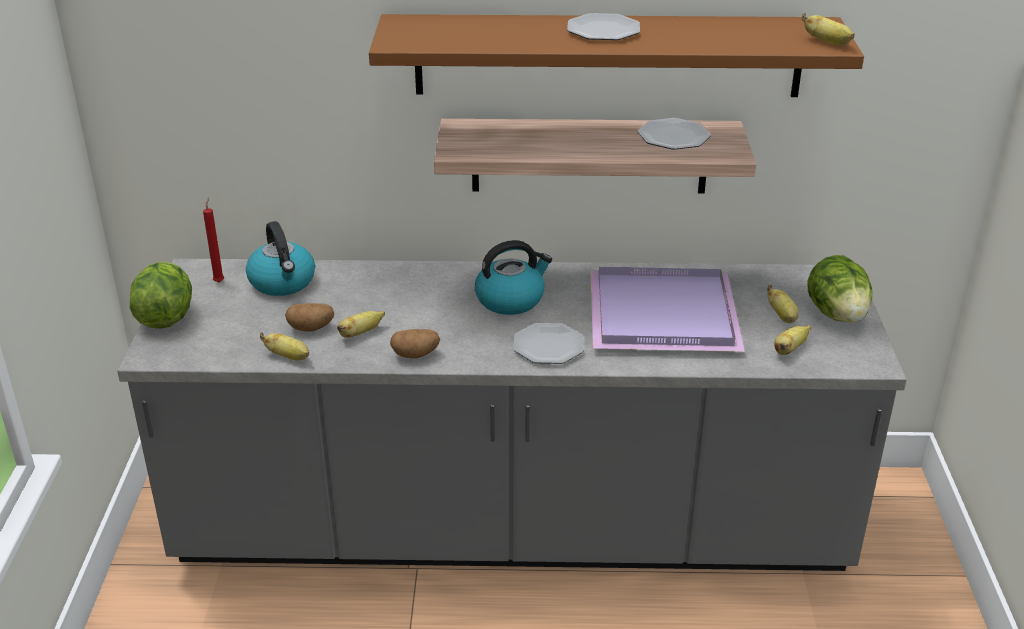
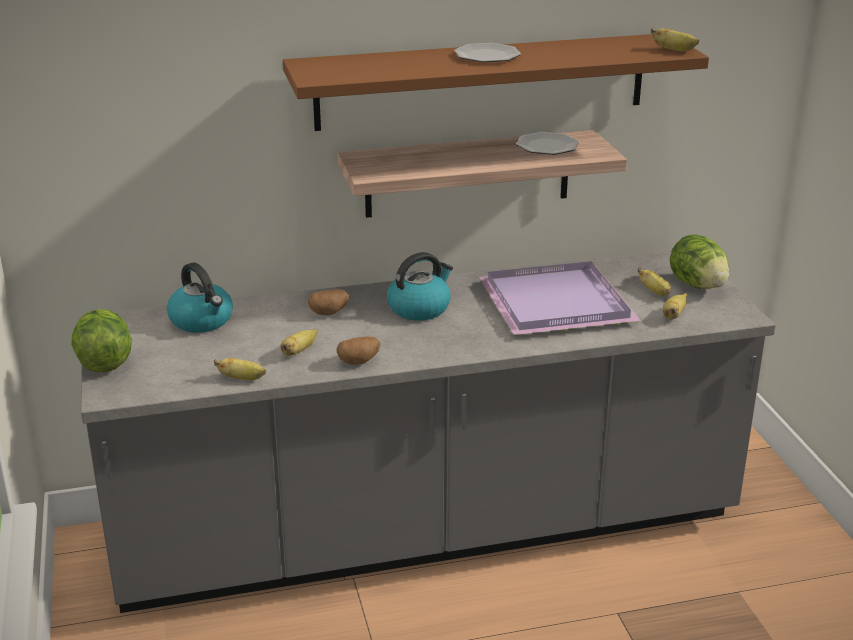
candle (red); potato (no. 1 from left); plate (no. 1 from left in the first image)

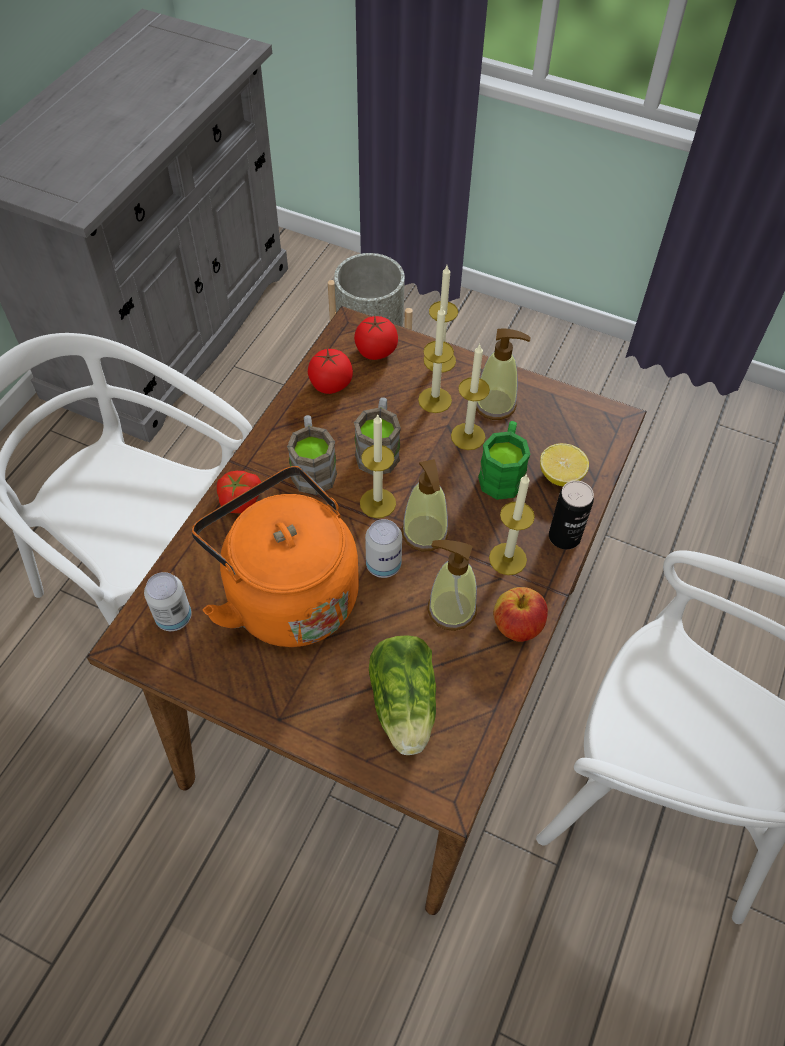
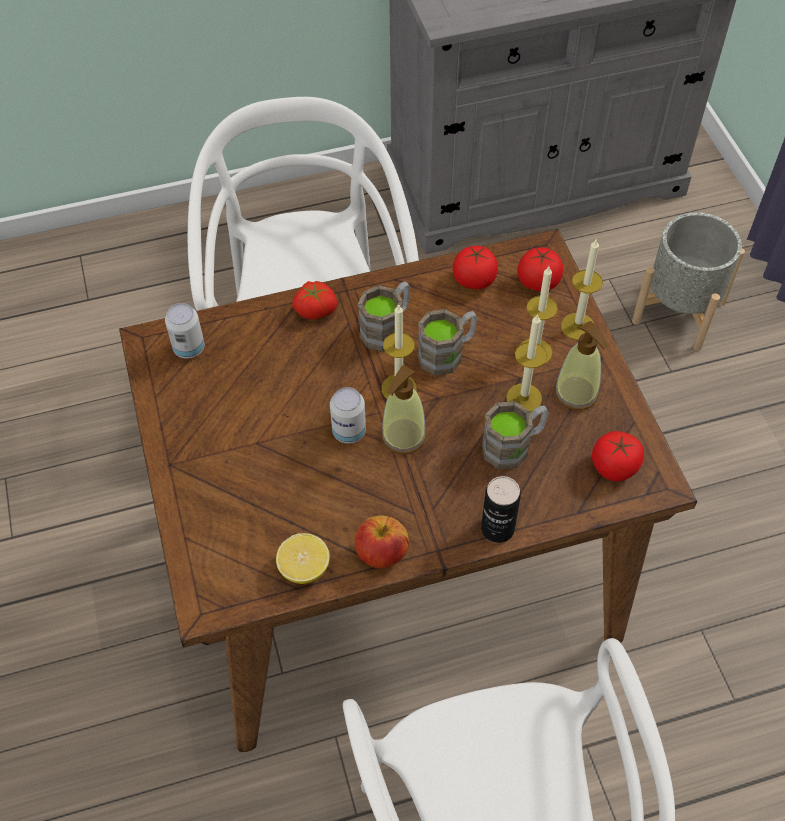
kettle (orange); lettuce; soap dispenser (no. 2 from left in the first image); mug (brown) (no. 3 from left); candle (no. 5 from left in the first image); lemon; tomato (no. 4 from left)

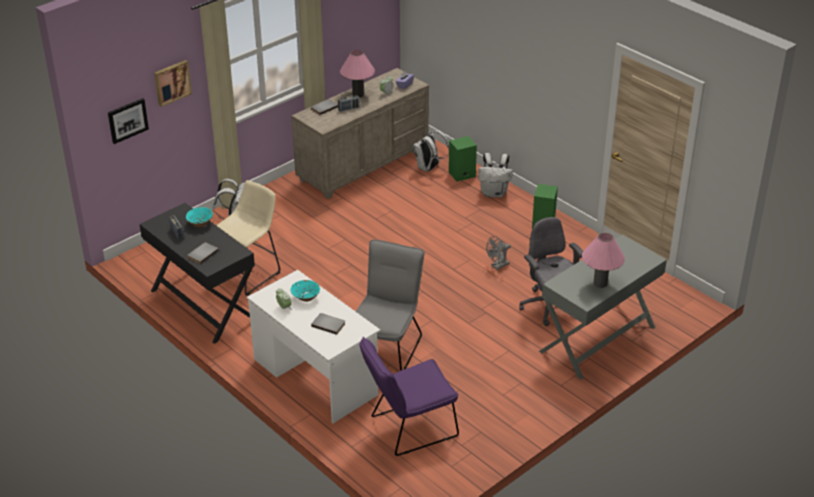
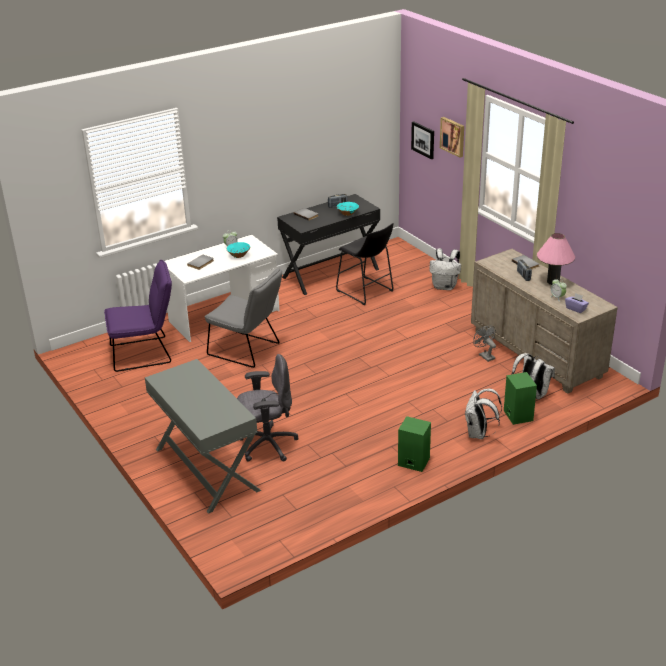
stool (black); chair (purple); fan (grey); table lamp (pink) (no. 2 from left in the first image)

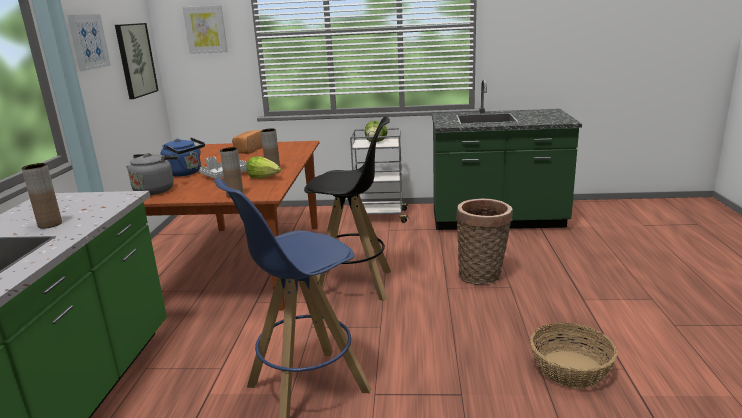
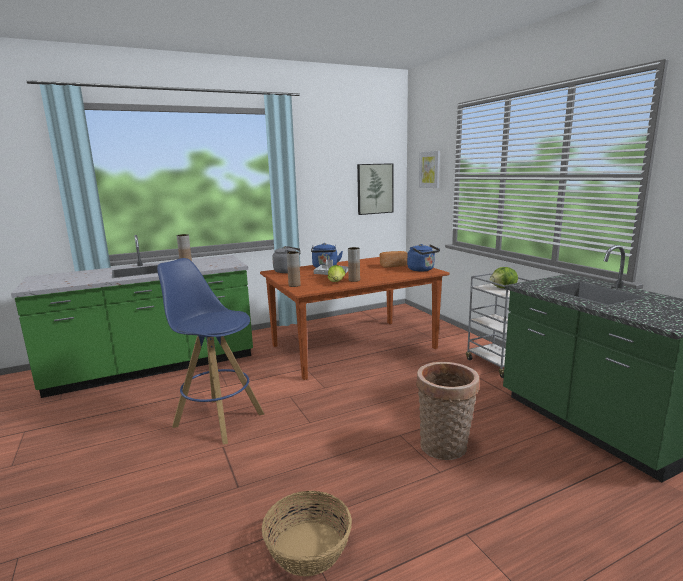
picture (no. 1 from left in the first image); stool (black); kettle (blue) (no. 2 from left)

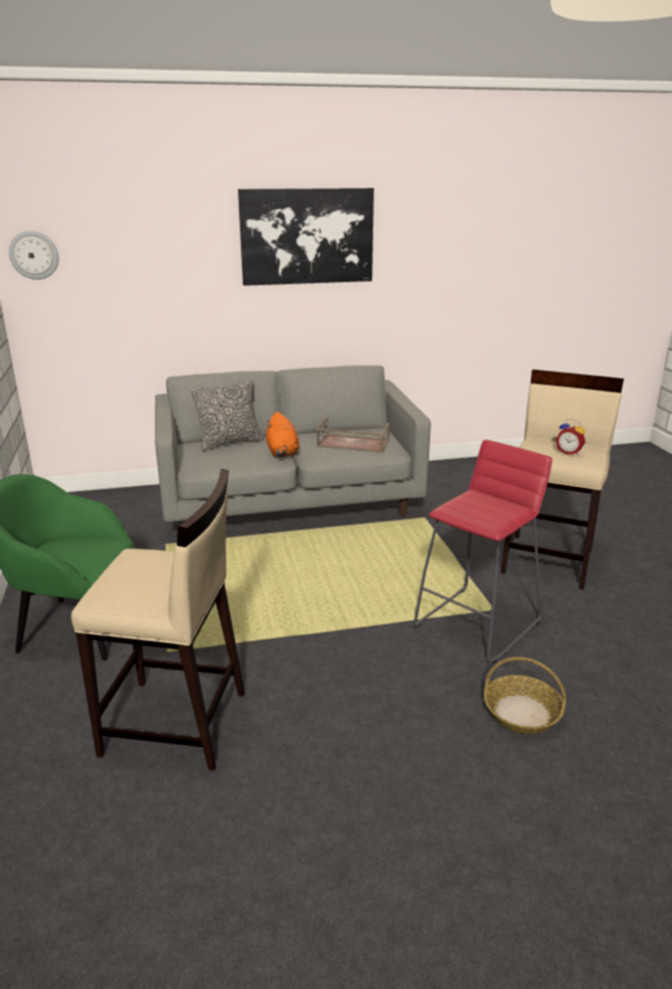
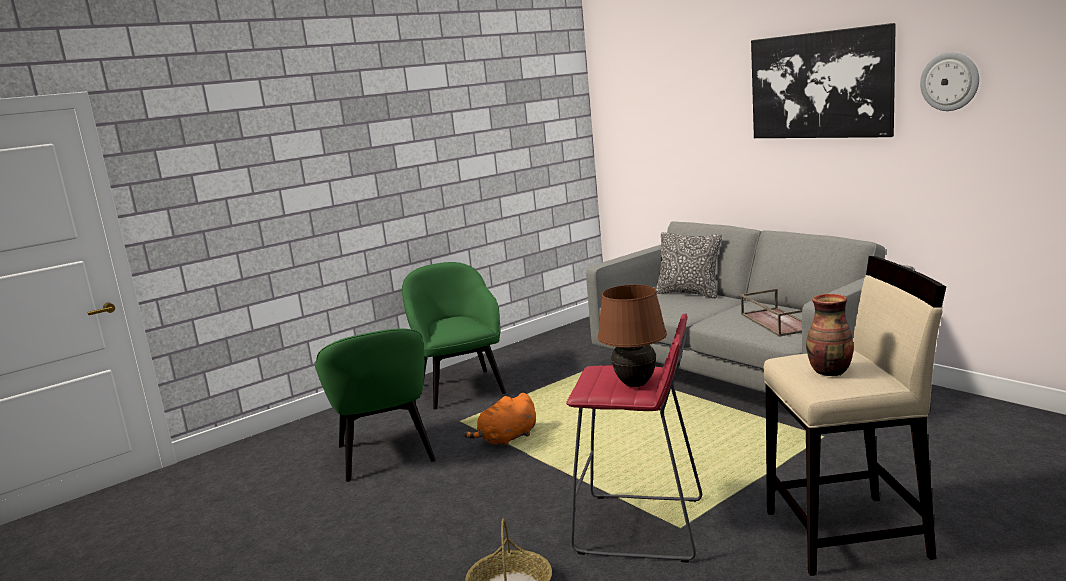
wall clock; armchair (green) (no. 1 from left); plush toy (orange); vase; table lamp (brown)

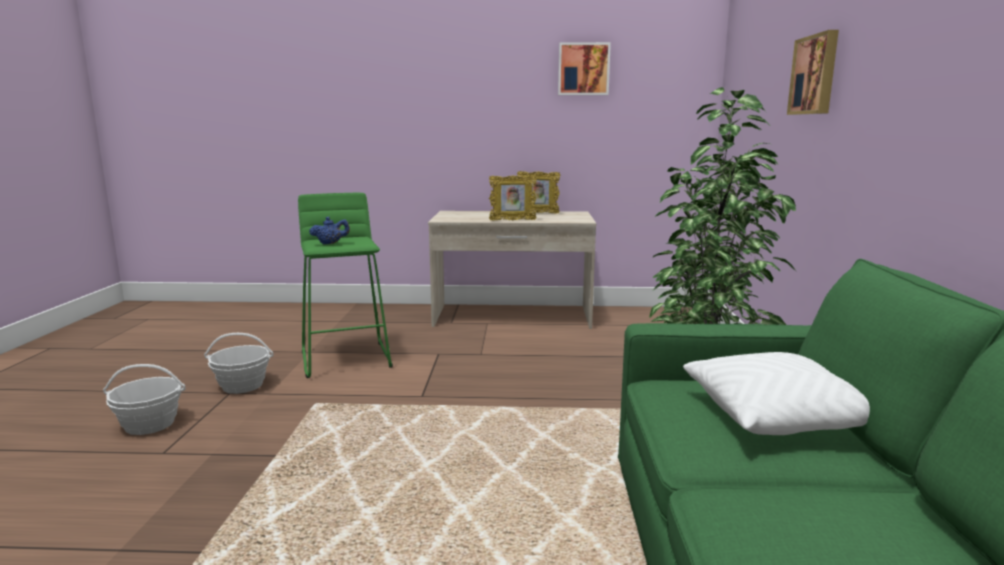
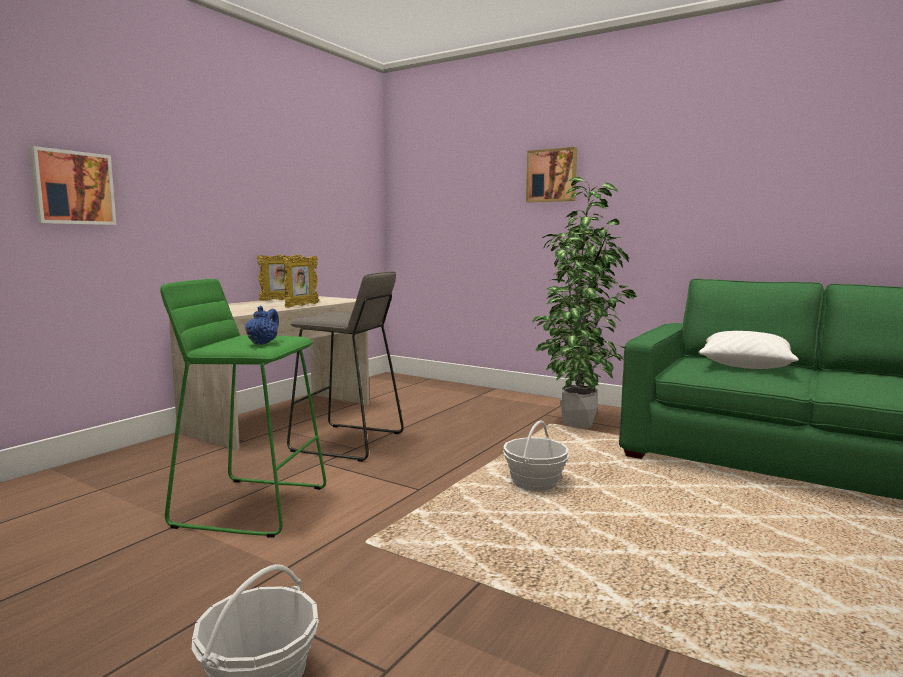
basket (no. 2 from left); picture (no. 1 from left); stool (grey)

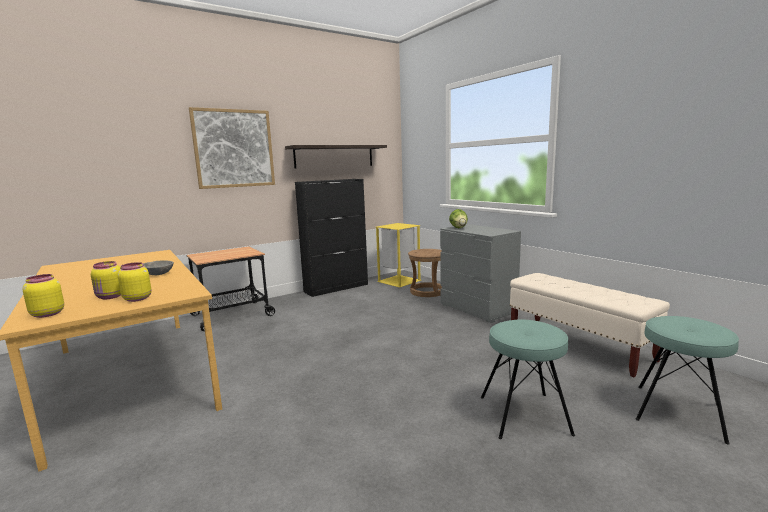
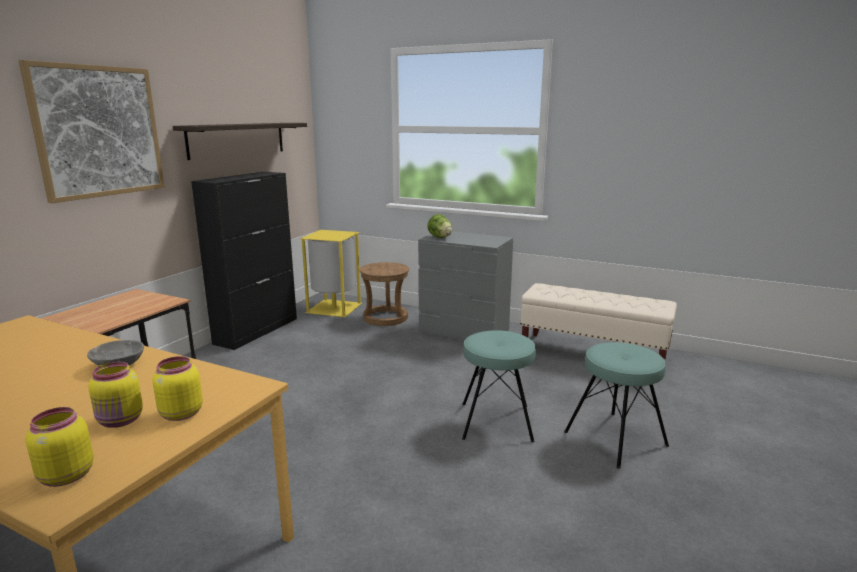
stool (turquoise) (no. 1 from left)

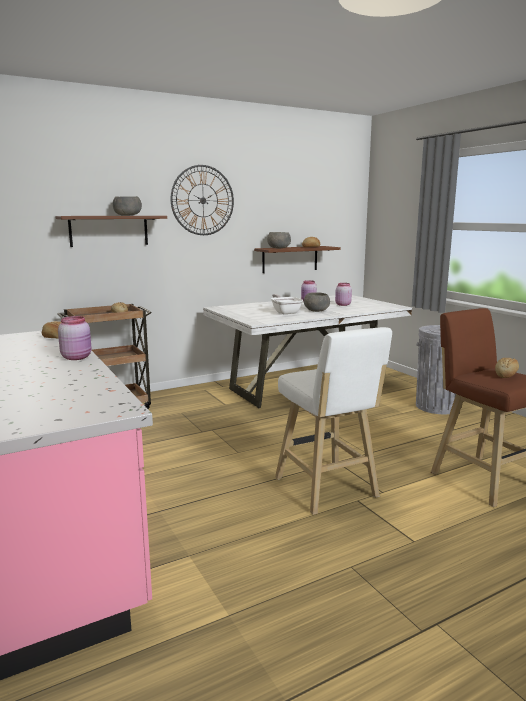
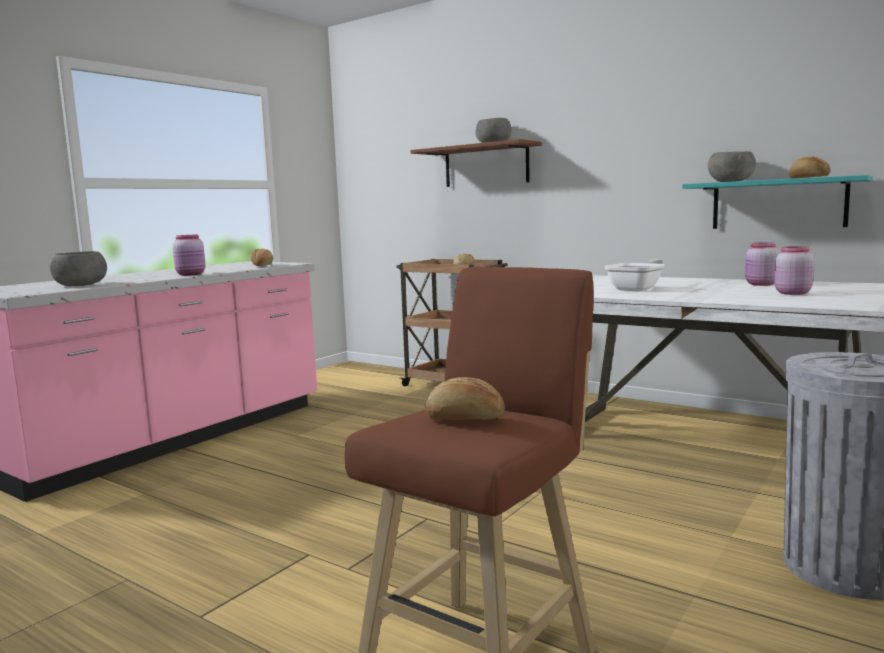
wall clock; shelf (turquoise); stool (white); bowl (grey) (no. 1 from left)

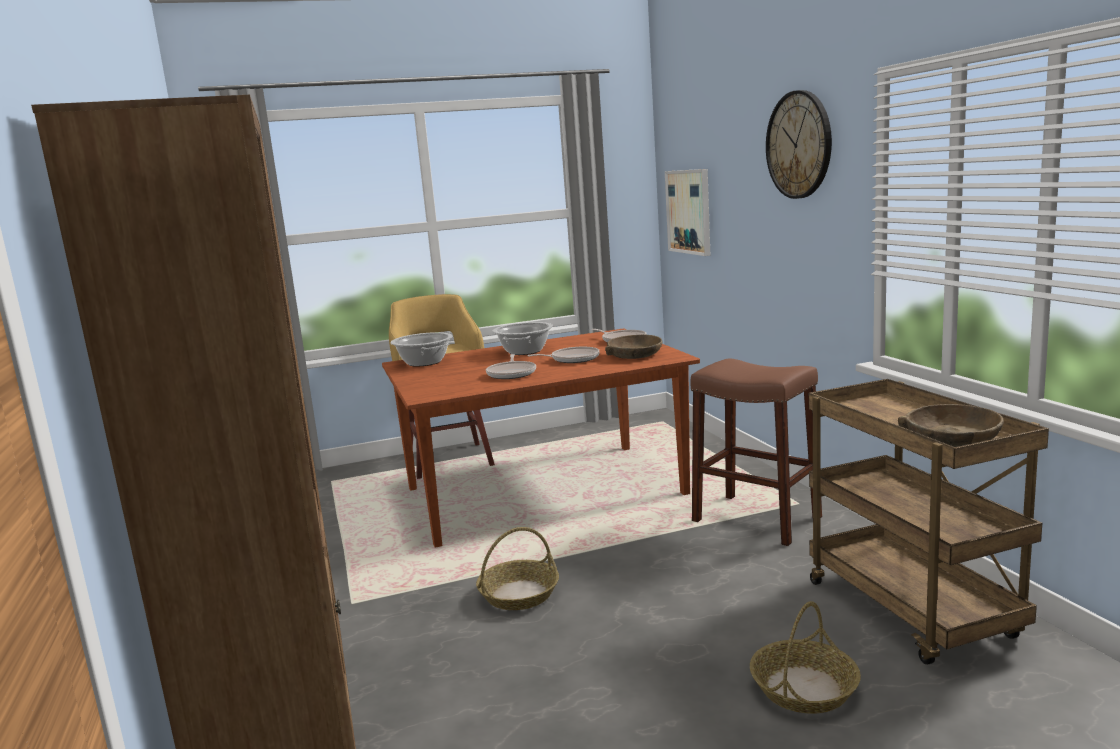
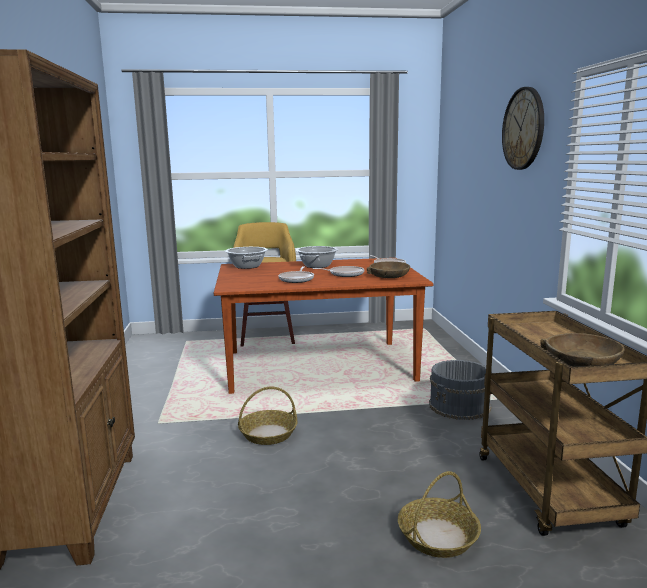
picture; bucket (grey)

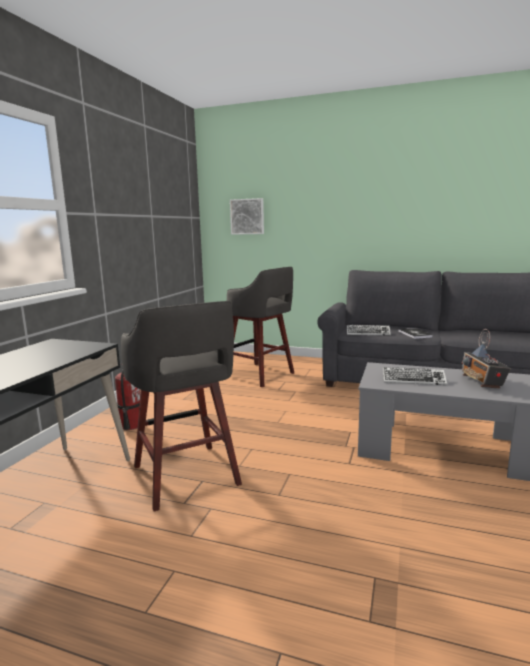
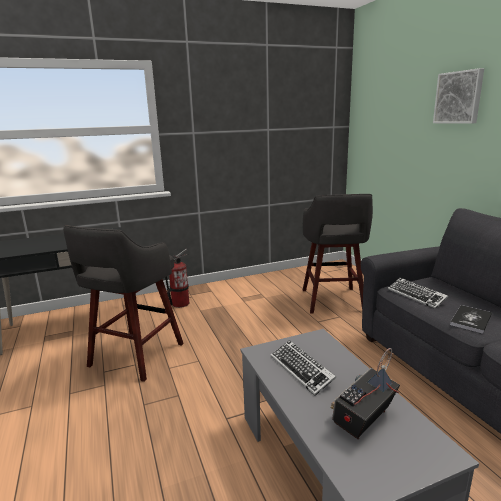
picture

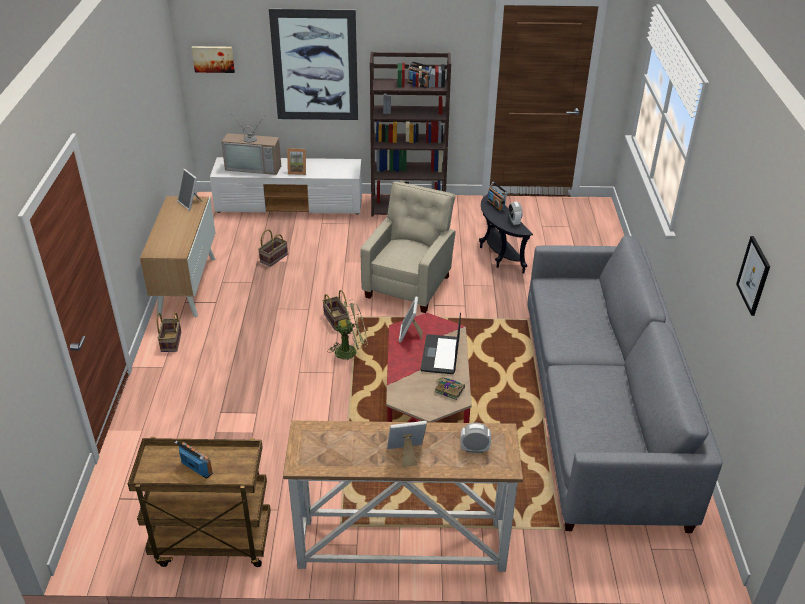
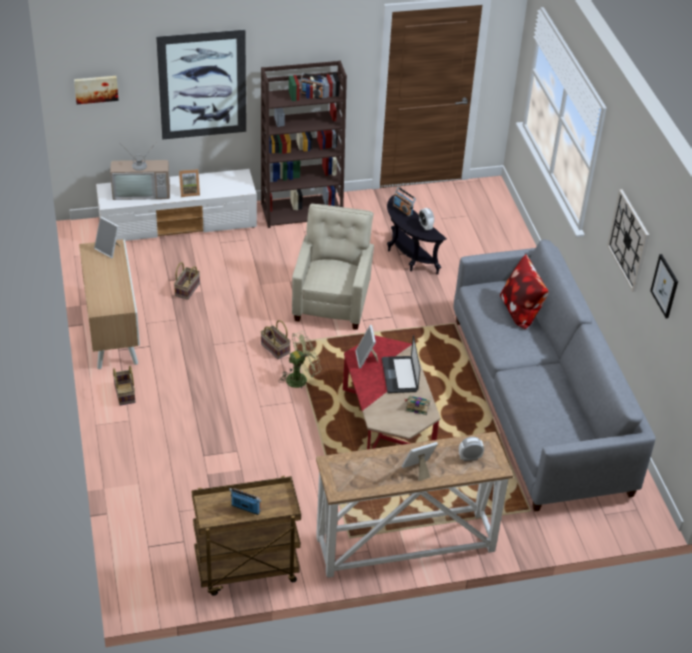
pillow; wall clock

